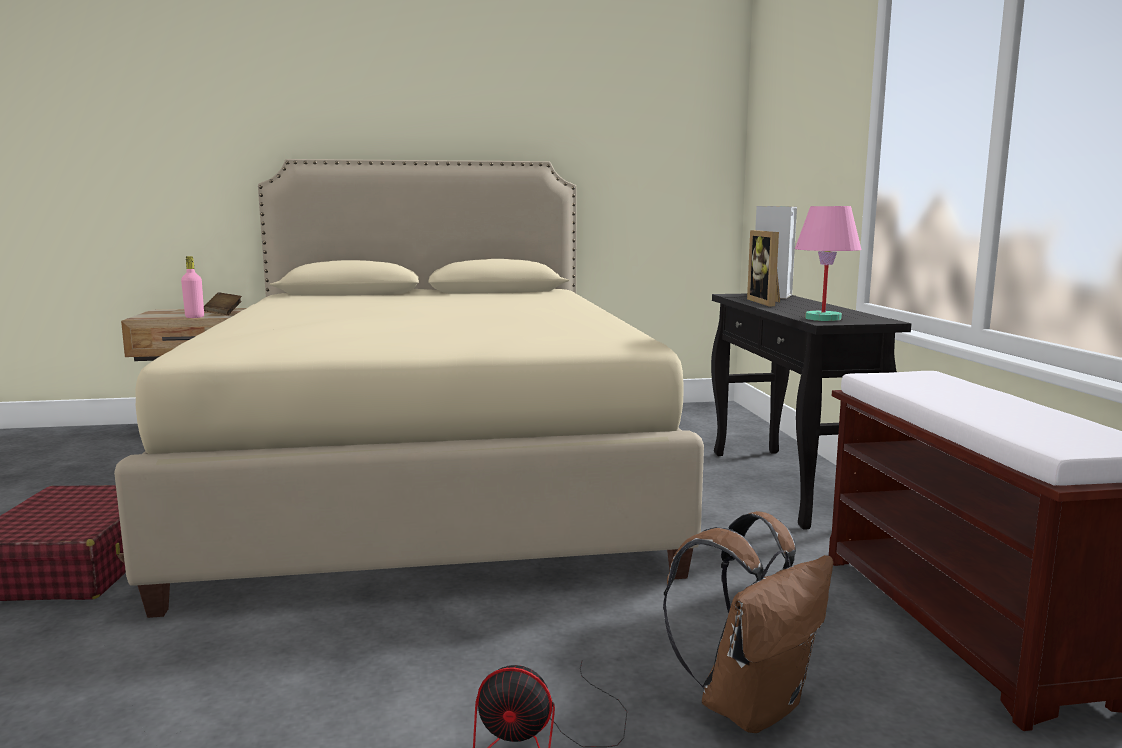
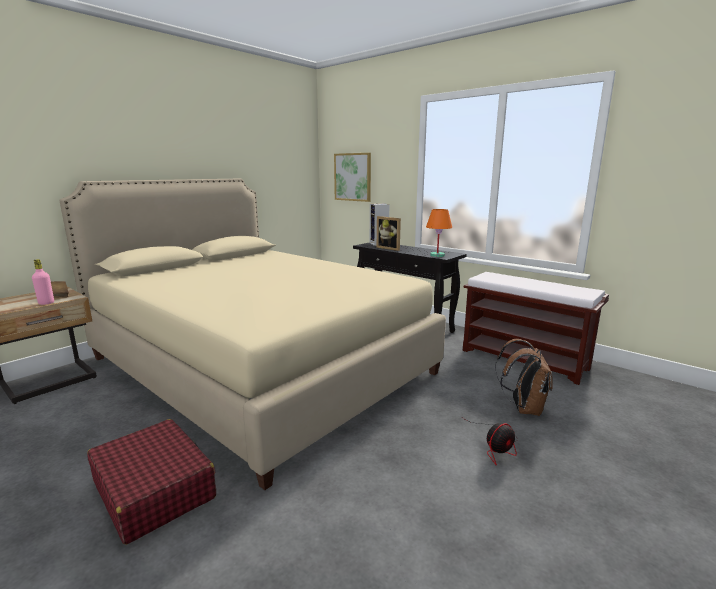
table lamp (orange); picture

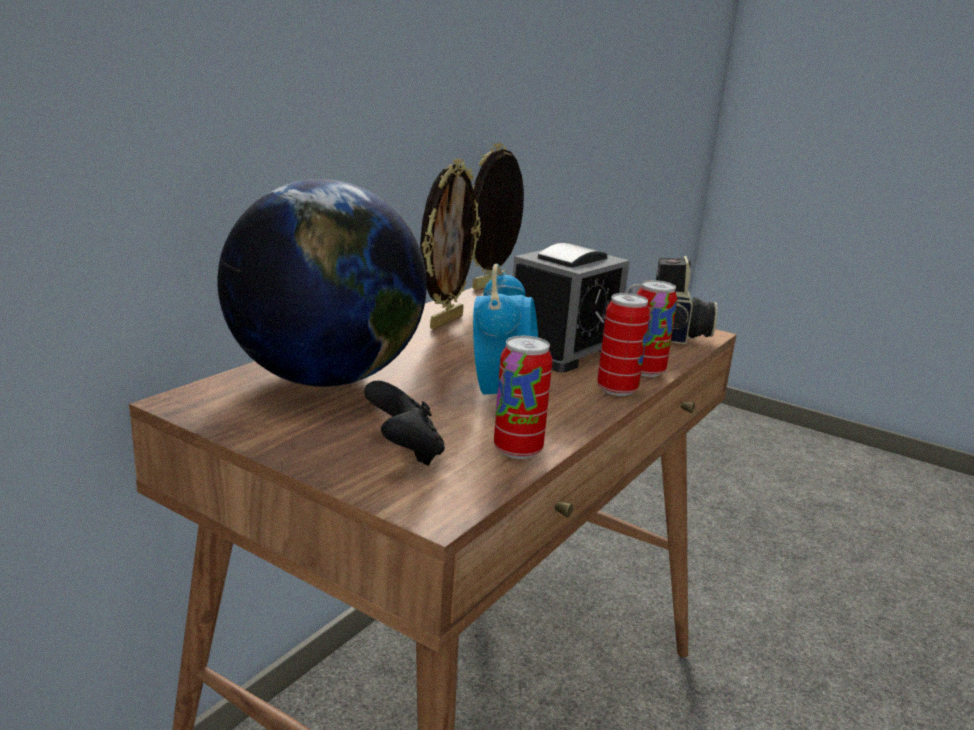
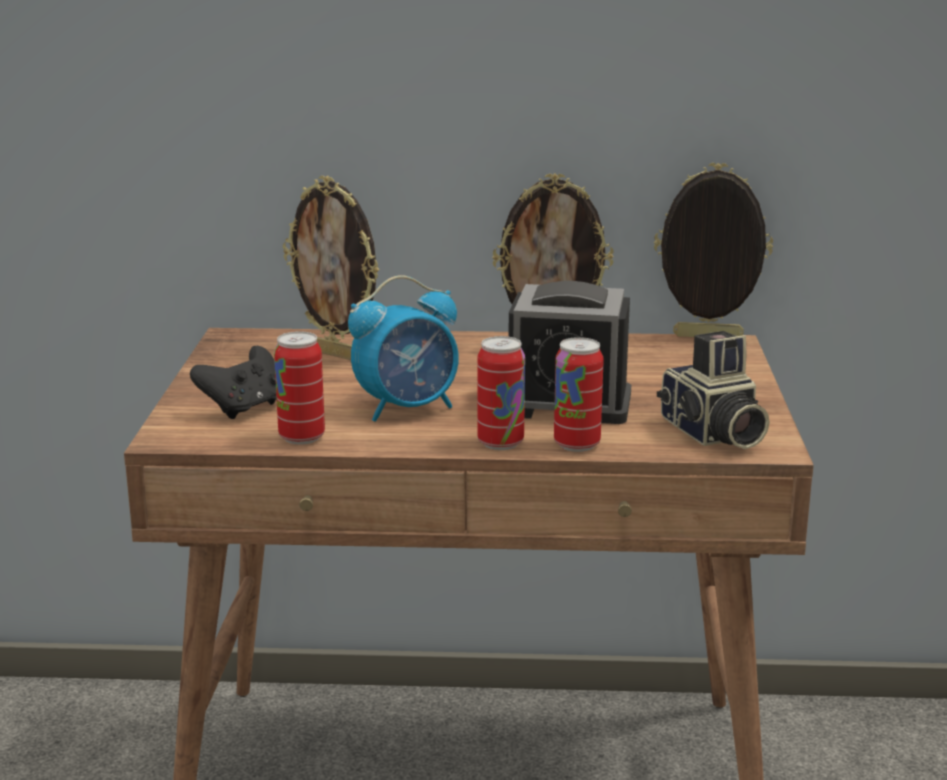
picture frame (no. 1 from left)

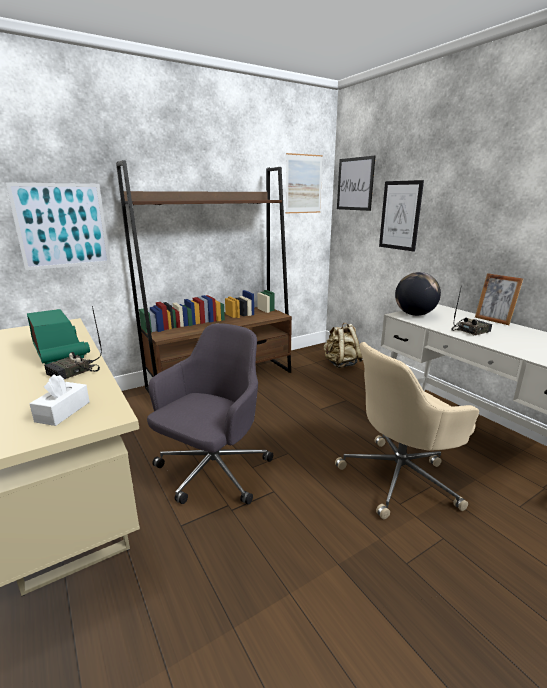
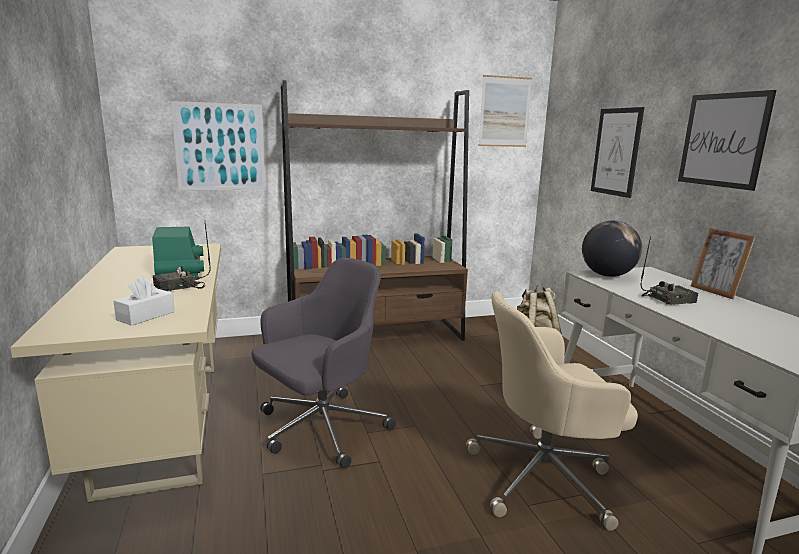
picture (no. 4 from left)

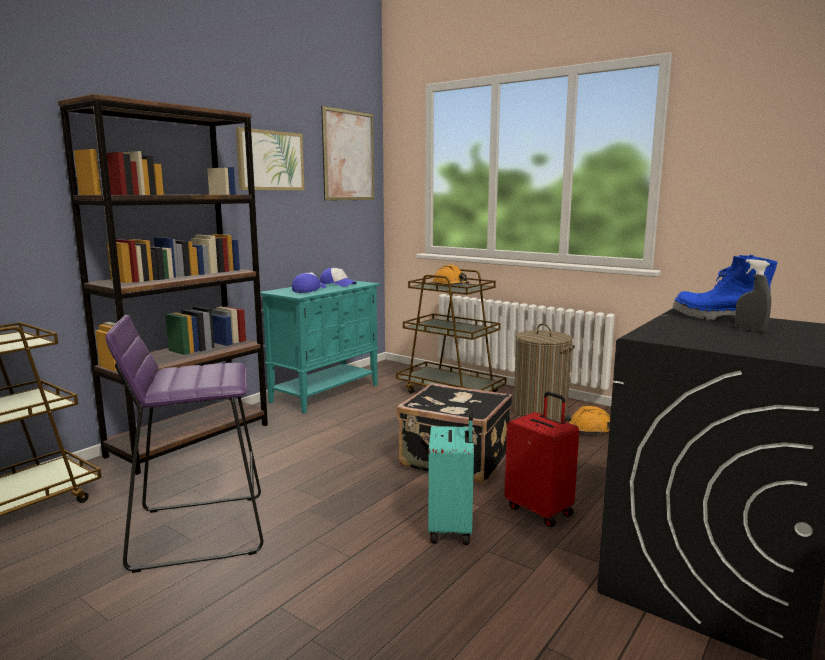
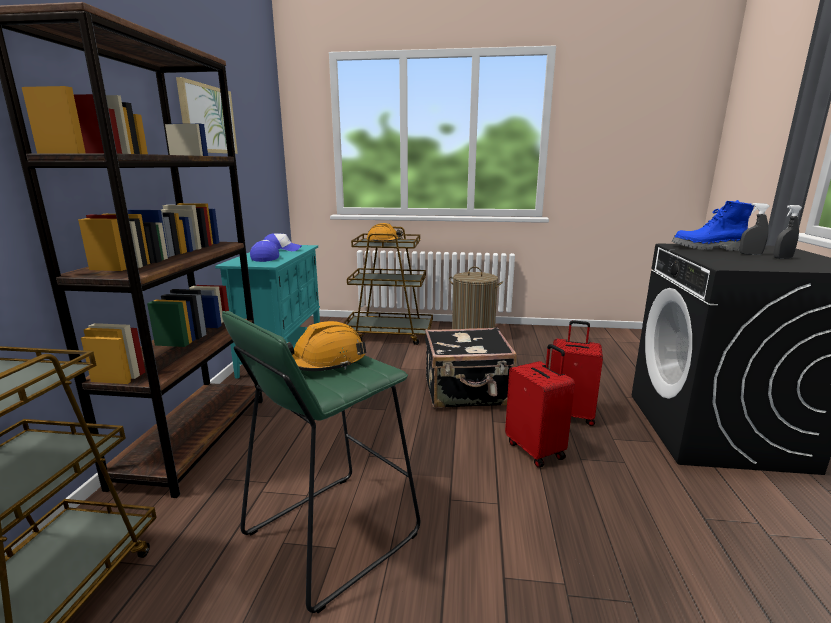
stool (green); picture (no. 2 from left in the first image); suitcase (red) (no. 1 from left); hard hat (orange) (no. 1 from left); spray bottle (grey) (no. 2 from left)

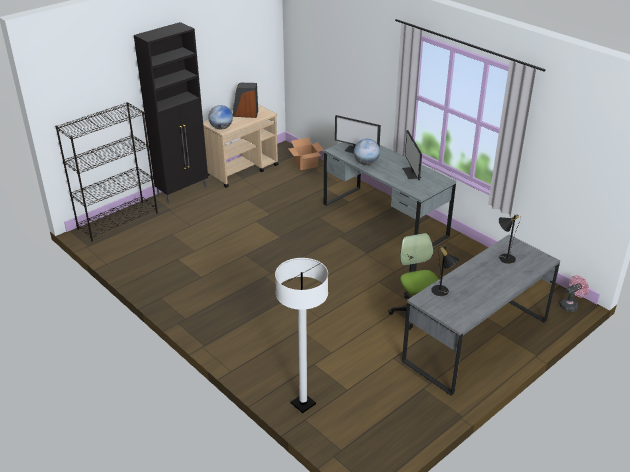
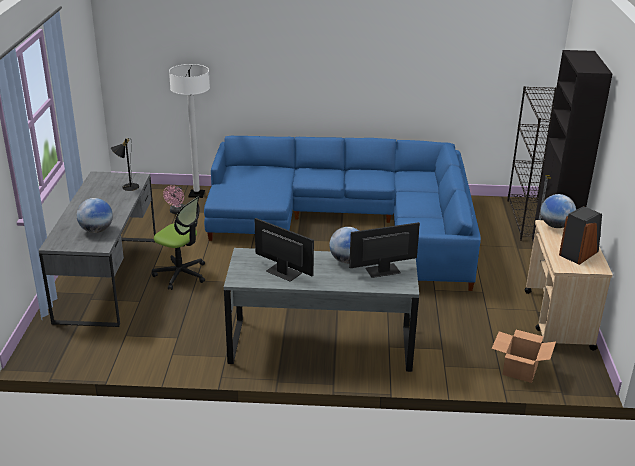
globe (no. 1 from left); fan (pink); sofa (blue)

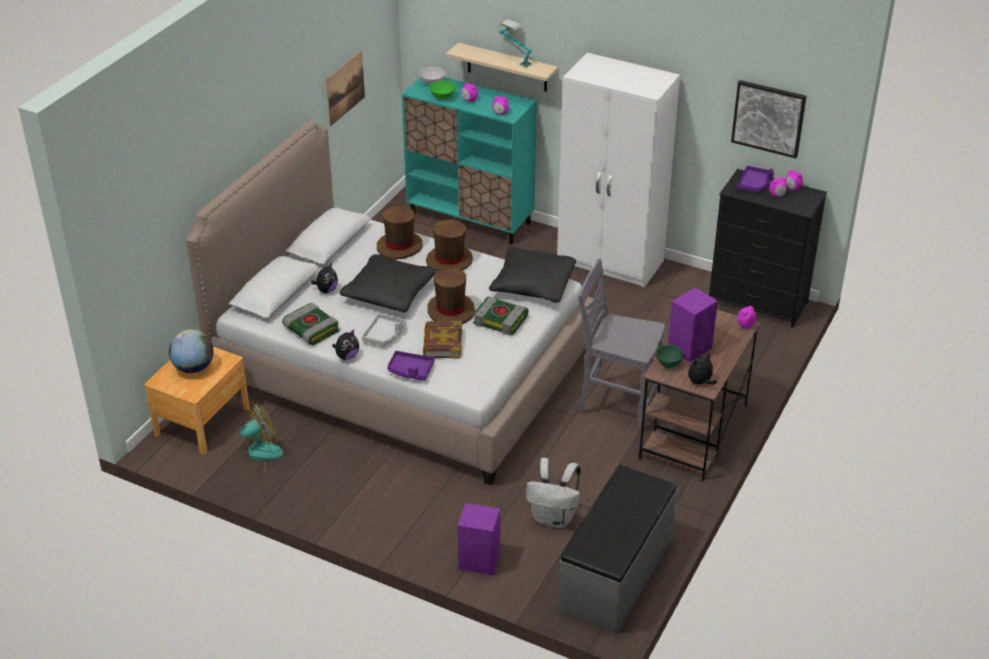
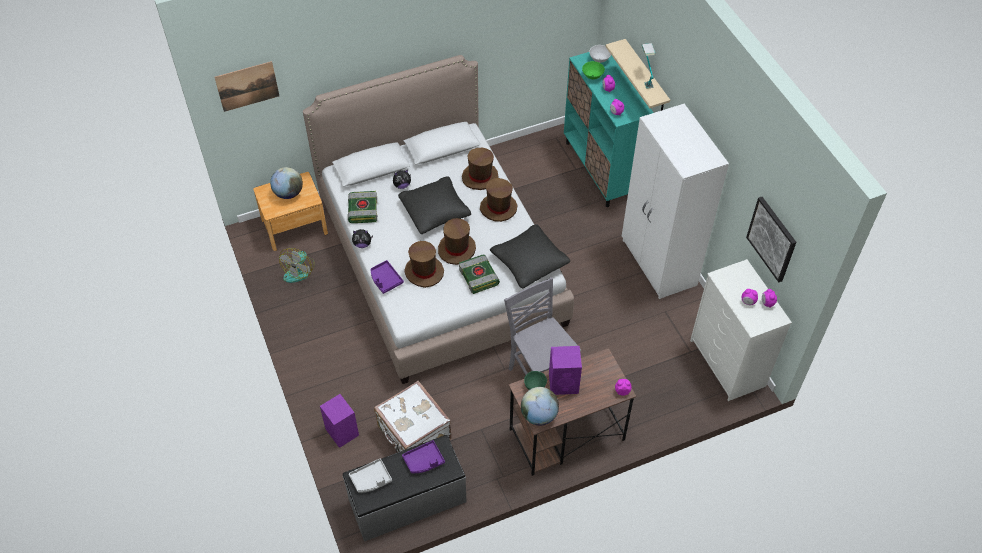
fan; picture (no. 1 from left); tray (grey); hat (brown) (no. 1 from left); suitcase (white); globe (no. 2 from left); dresser (white); tray (purple) (no. 2 from left)

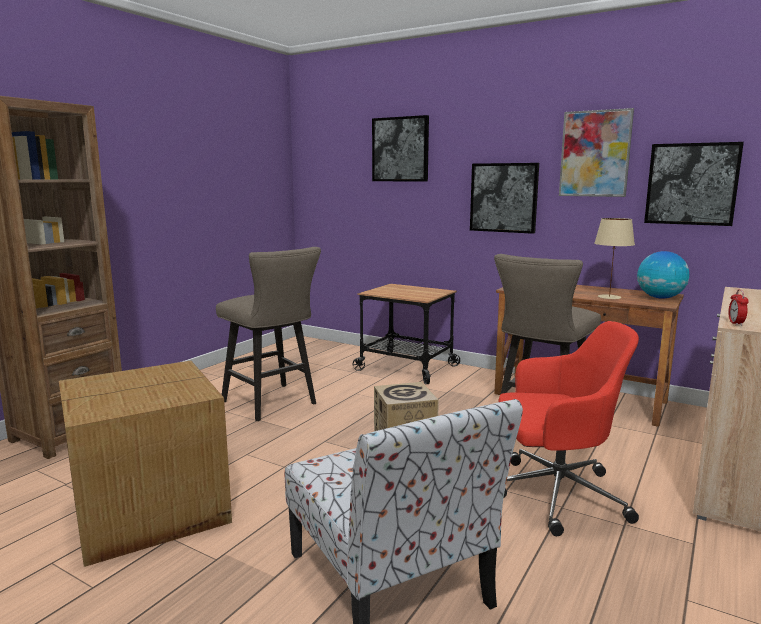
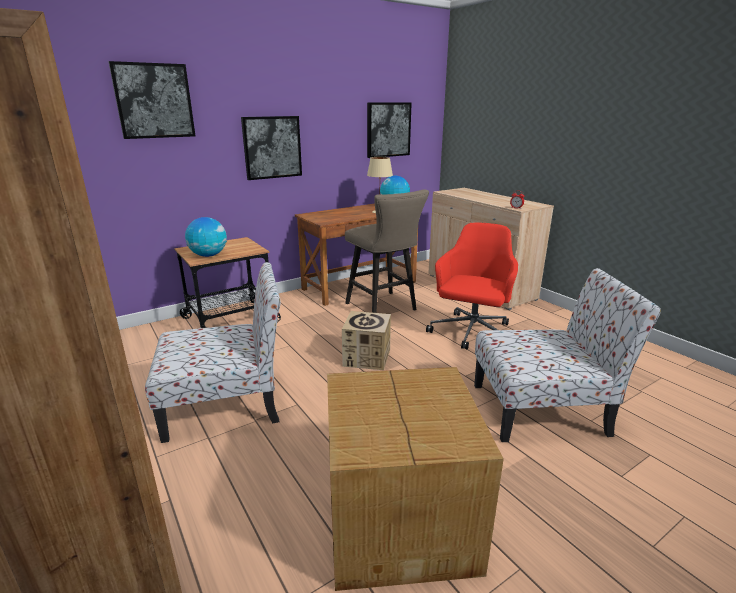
chair (no. 1 from left); picture (no. 3 from left in the first image); globe (no. 1 from left)

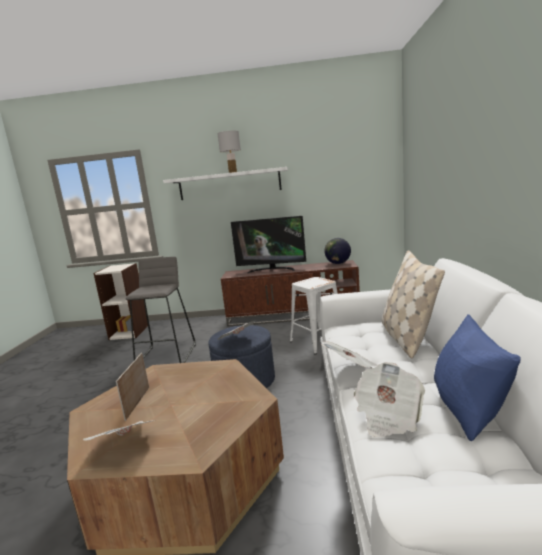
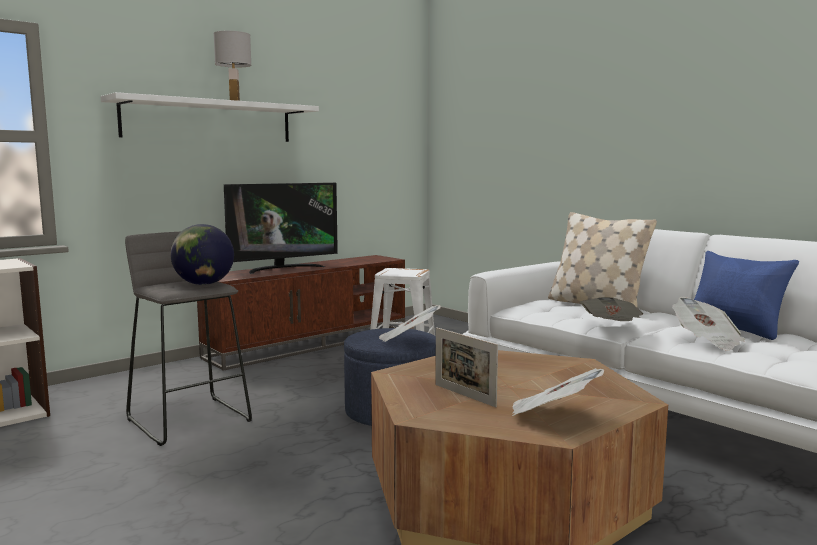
globe

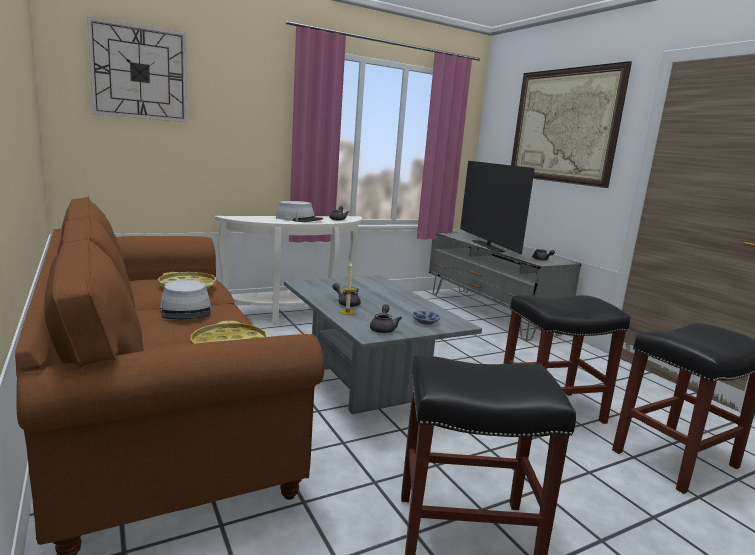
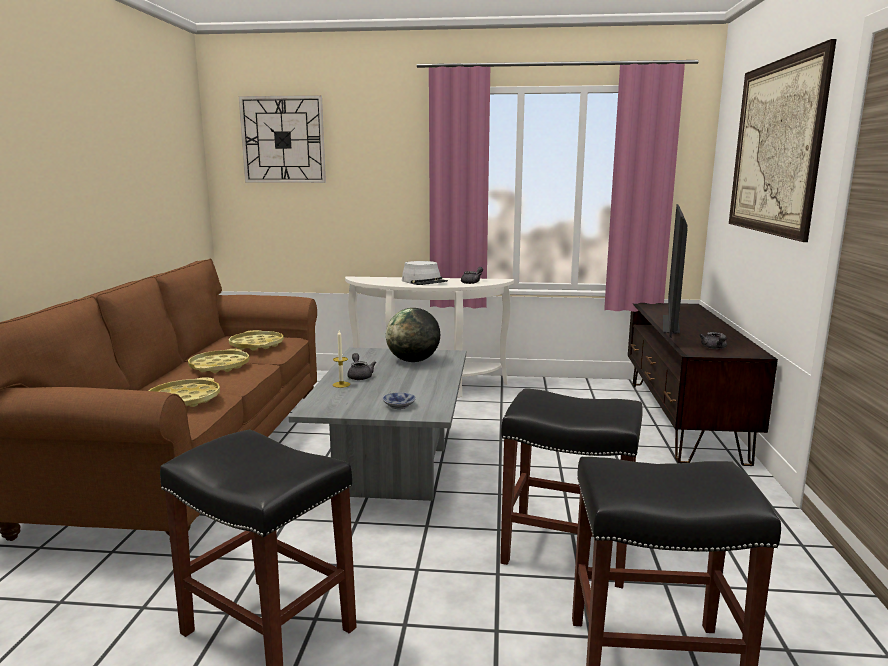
tray (yellow) (no. 2 from left); teapot (grey) (no. 3 from left in the first image); tv stand (brown); globe

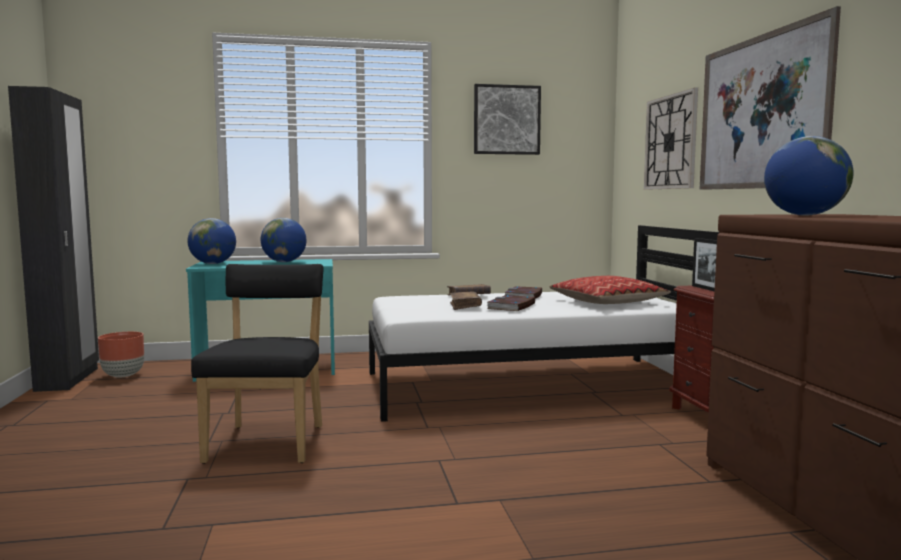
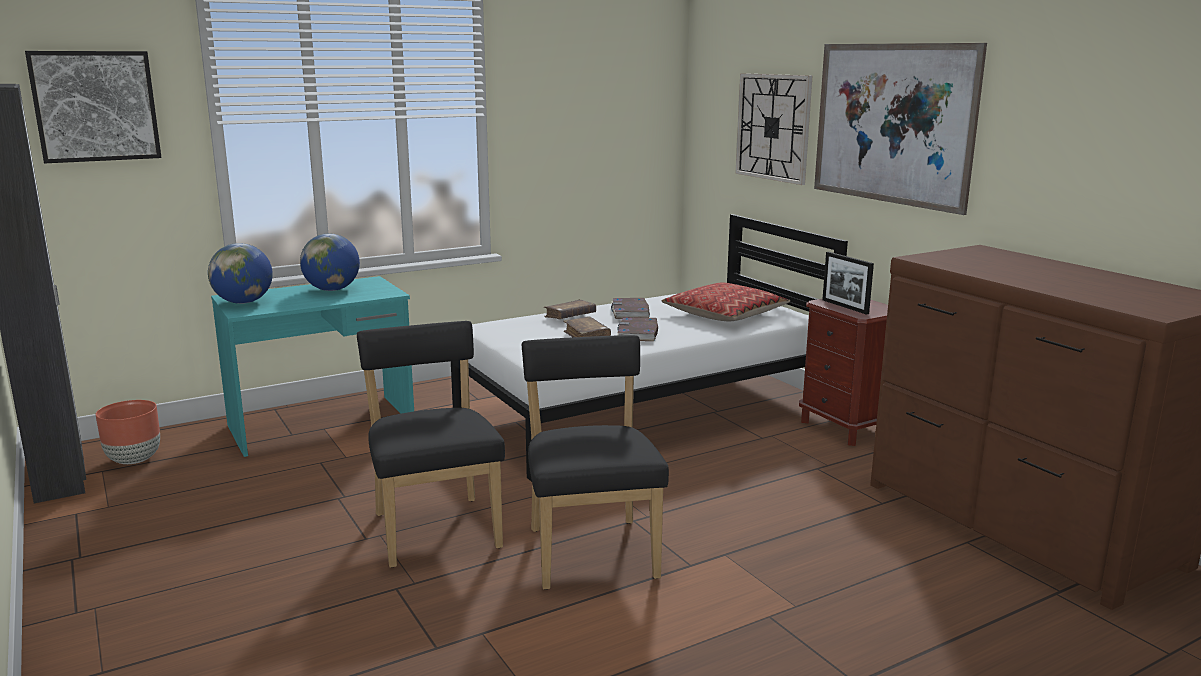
picture (no. 1 from left); globe (no. 3 from left in the first image); chair (black) (no. 2 from left)

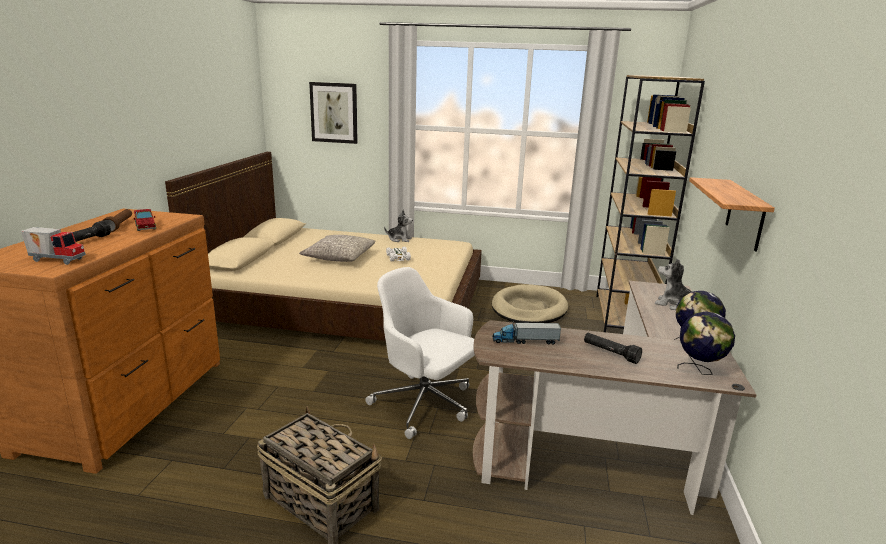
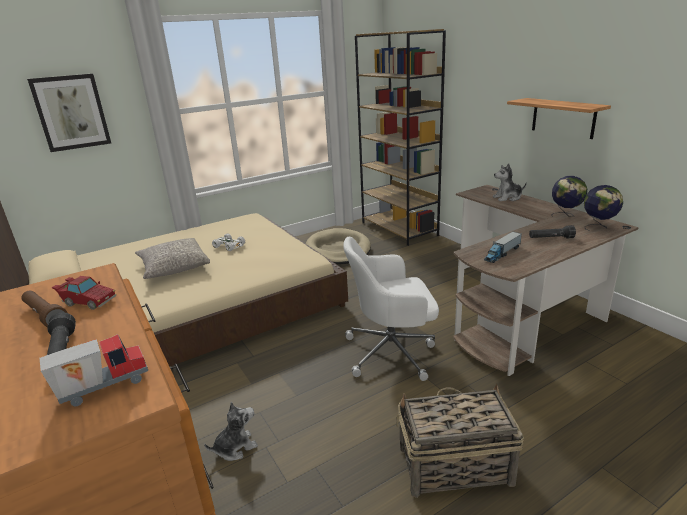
plush toy (no. 1 from left)

